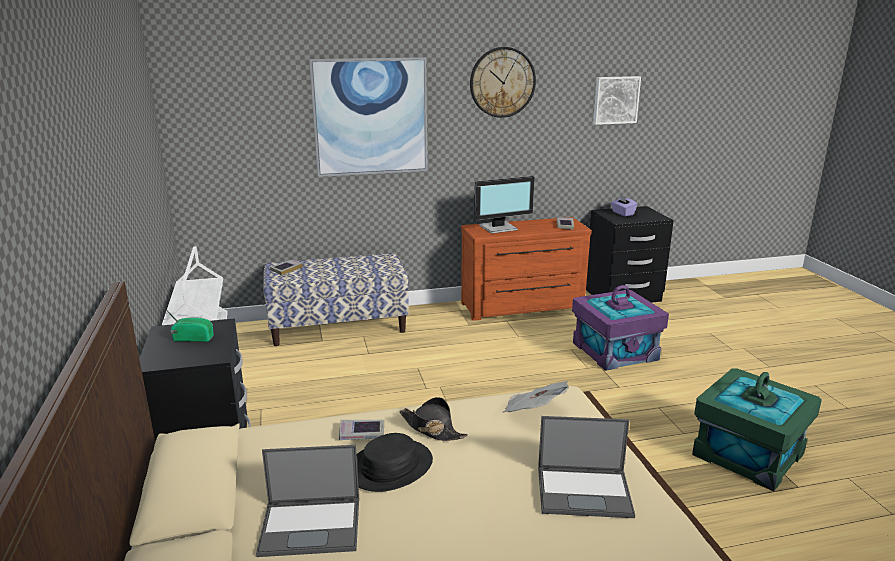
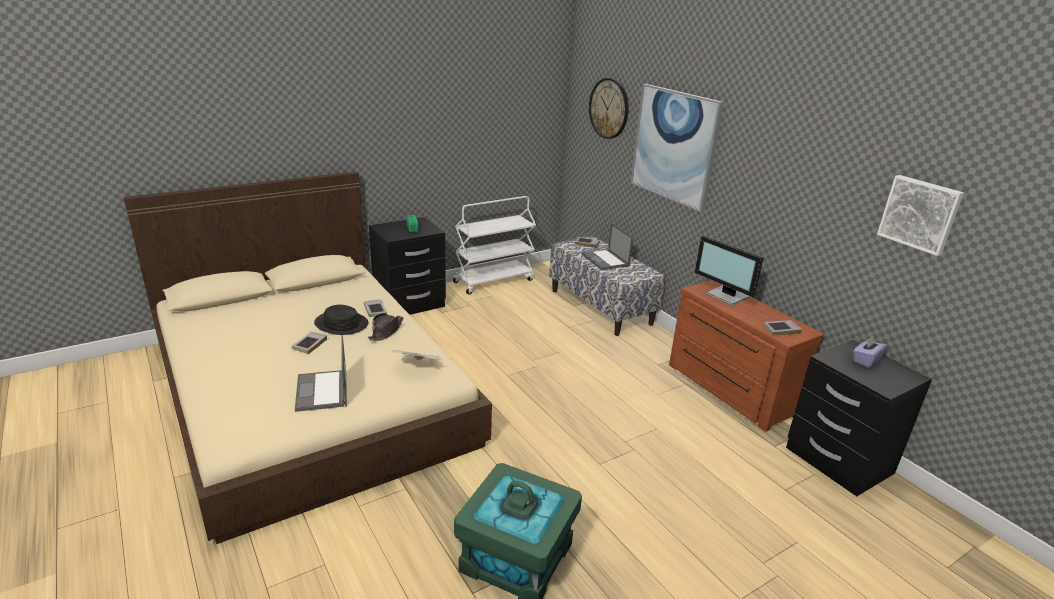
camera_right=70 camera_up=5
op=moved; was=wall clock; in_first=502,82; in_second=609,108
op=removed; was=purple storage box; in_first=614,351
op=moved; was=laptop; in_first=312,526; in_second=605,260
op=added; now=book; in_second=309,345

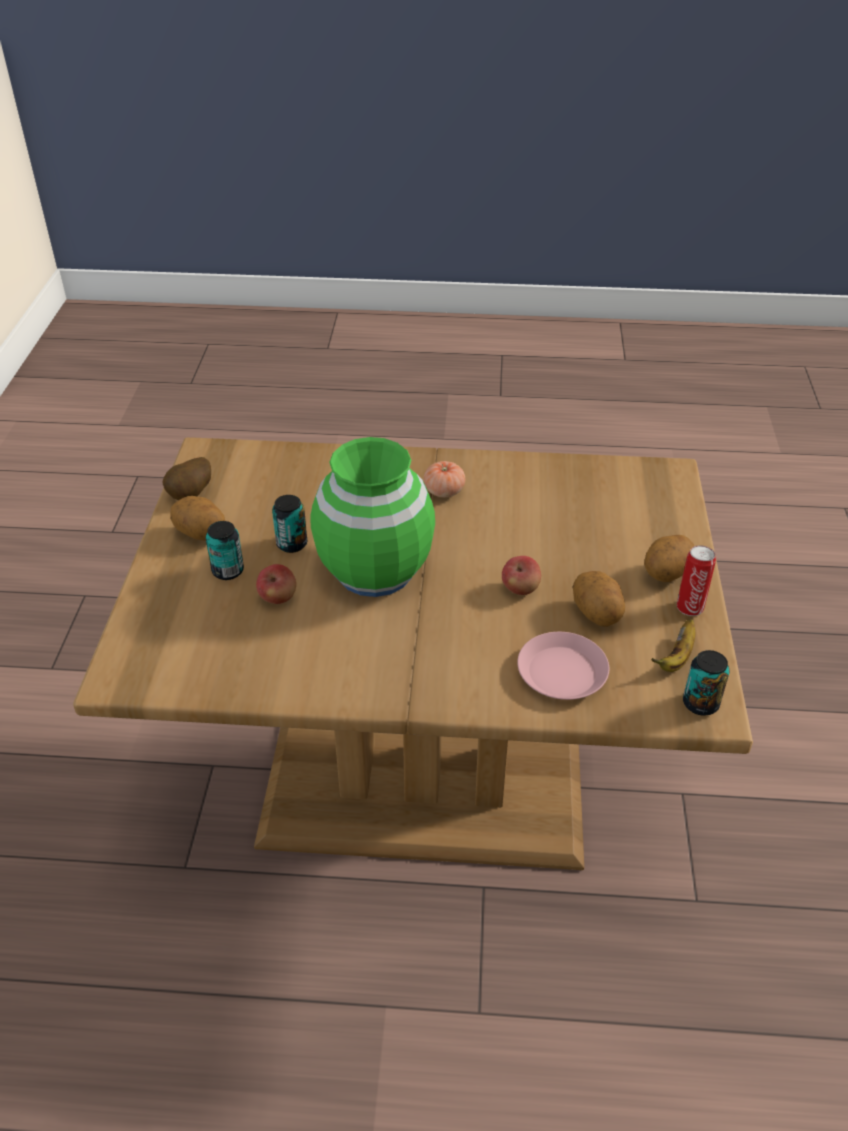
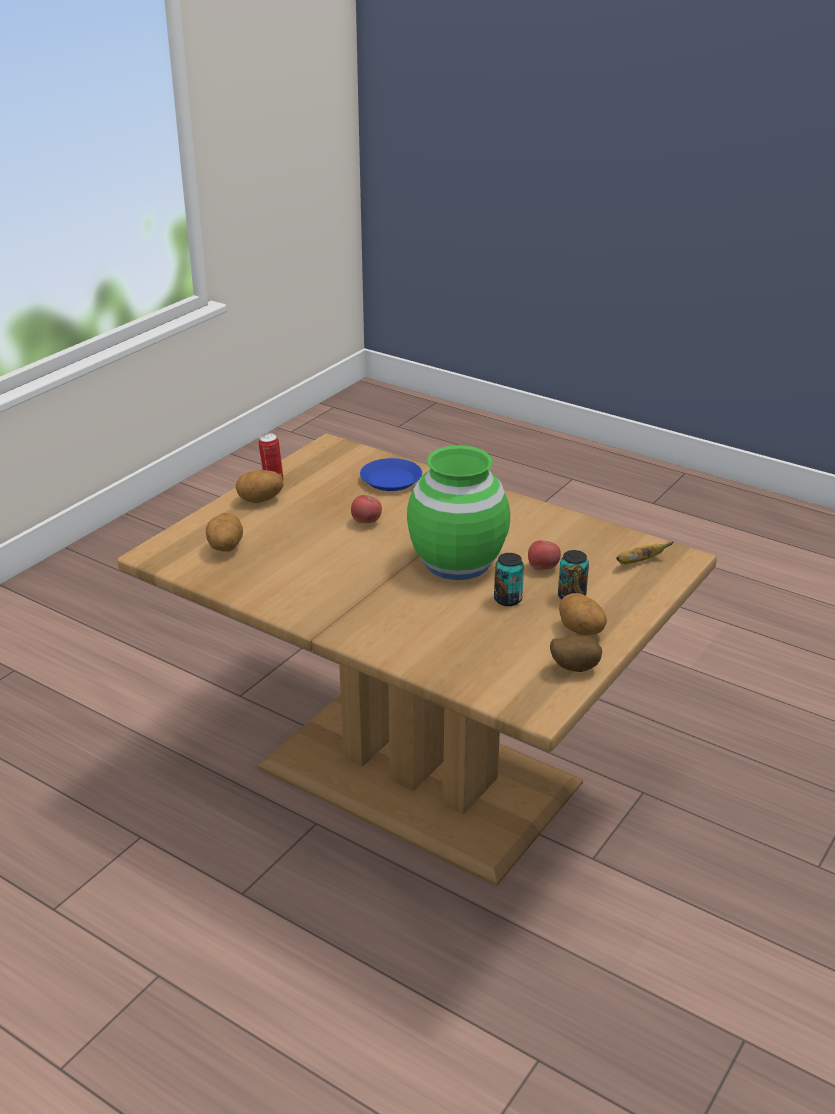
camera_right=-150 camera_up=-10
op=removed; was=tomato; in_first=444,491
op=moved; was=potato; in_first=597,614; in_second=225,548
op=moved; was=banana; in_first=676,658; in_second=639,562
op=recoloured; was=pink plate; now=blue plate; in_first=562,672; in_second=391,479
op=removed; was=can; in_first=700,703

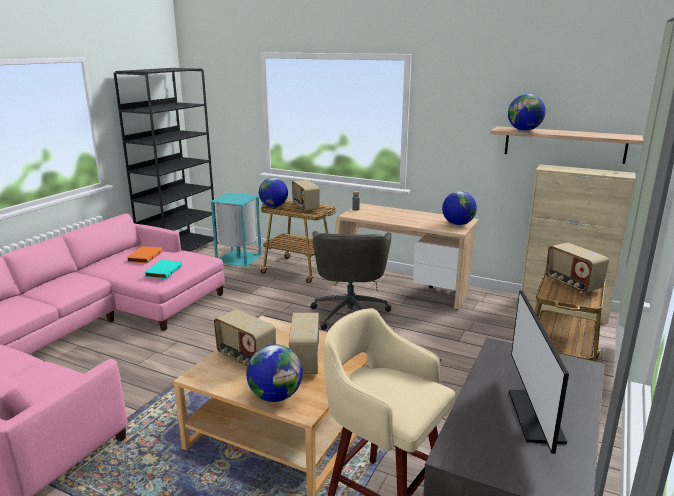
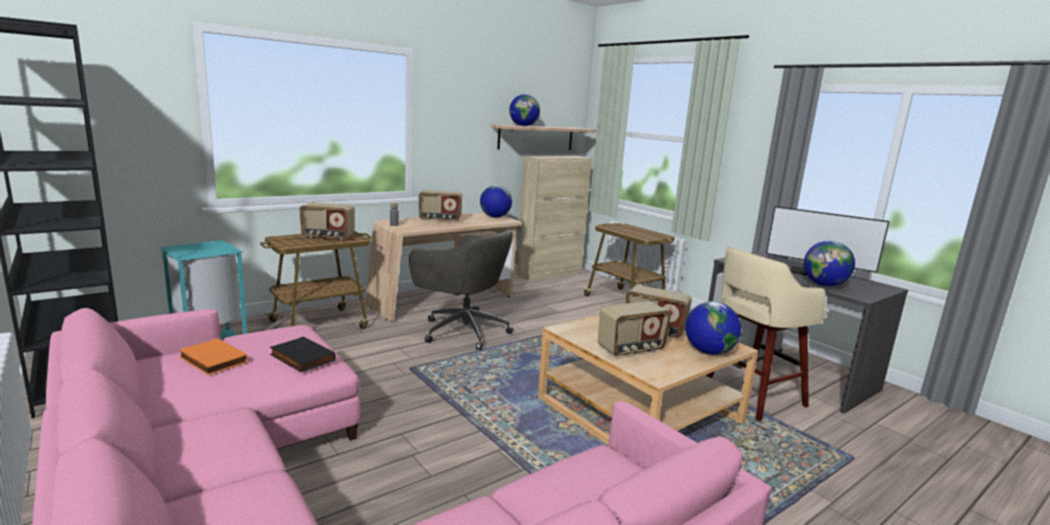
camera_right=-65 camera_up=-5
op=moved; was=globe; in_first=273,206; in_second=824,285
op=moved; was=radio; in_first=572,284; in_second=440,220
op=recoloured; was=turquoise book; now=black book; in_first=163,271; in_second=301,358

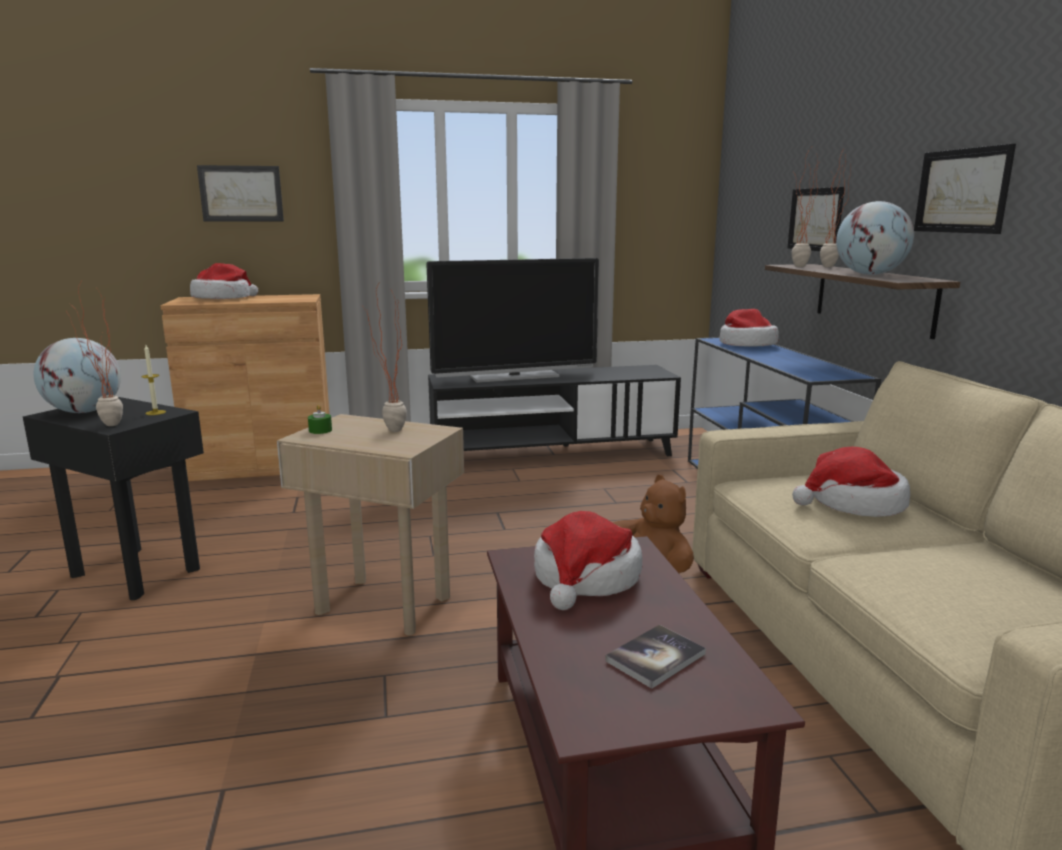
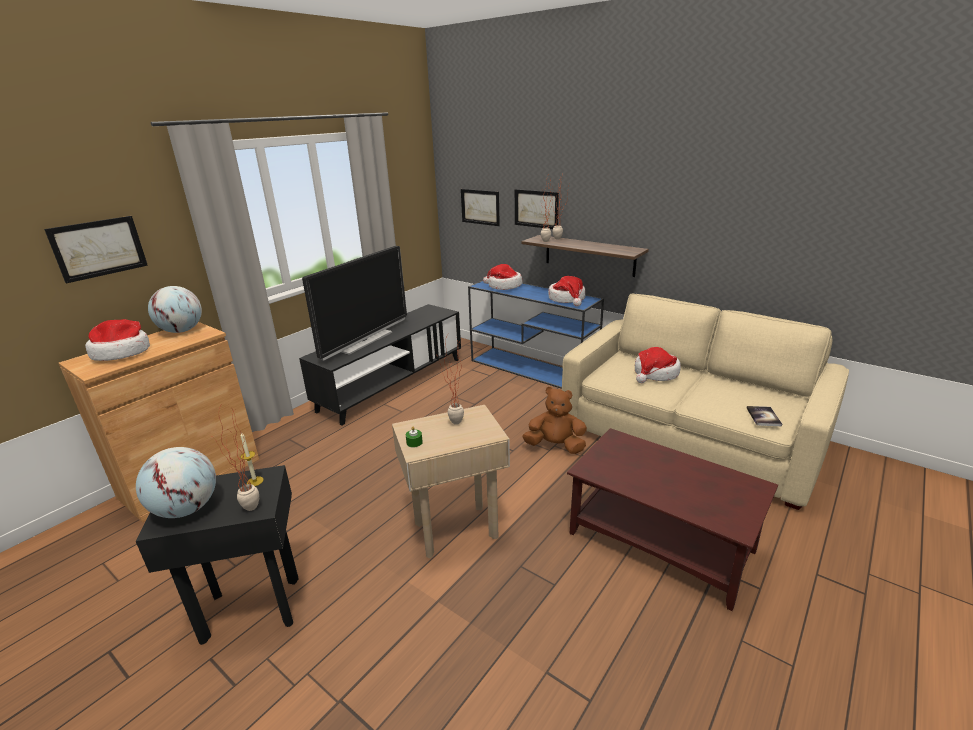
camera_right=-40 camera_up=10
op=moved; was=picture; in_first=962,191; in_second=480,207
op=moved; was=globe; in_first=870,274; in_second=182,331
op=moved; was=hat; in_first=586,578; in_second=567,299
op=moved; was=book; in_first=655,657; in_second=763,417

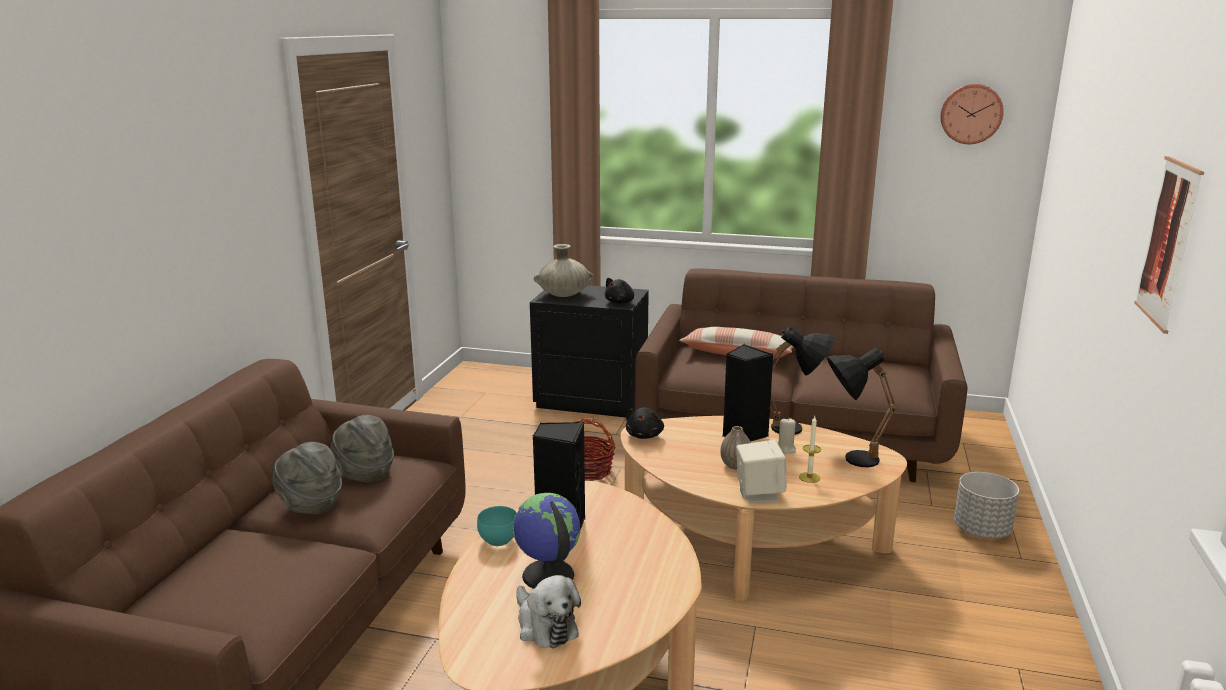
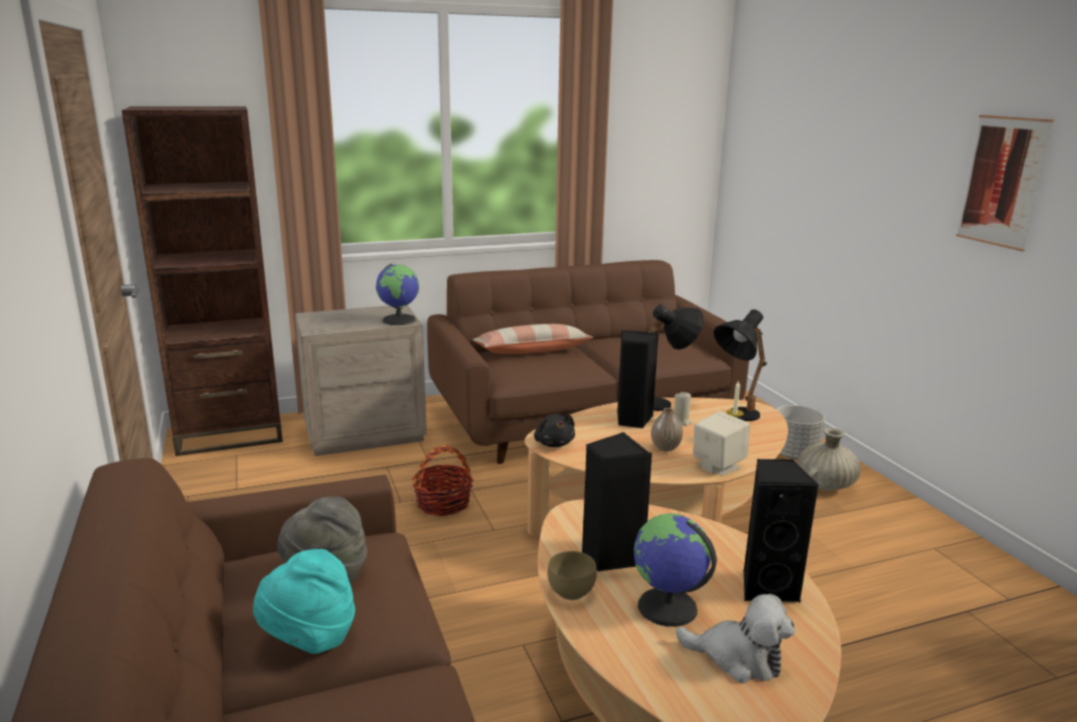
camera_right=-35 camera_up=0
op=removed; was=wall clock; in_first=971,114
op=moved; was=beige vase; in_first=564,295; in_second=825,485
op=replaced; was=black plush toy; now=globe; in_first=620,302; in_second=399,320
op=recoloured; was=black nightstand; now=beige nightstand; in_first=592,399; in_second=364,433
op=recoloured; was=grey hat; now=turquoise hat; in_first=310,504; in_second=309,638
op=recoloured; was=turquoise bowl; now=brown bowl; in_first=497,541; in_second=571,593
op=added; now=brown bookcase; in_second=230,435
op=added; now=black speaker; in_second=767,587

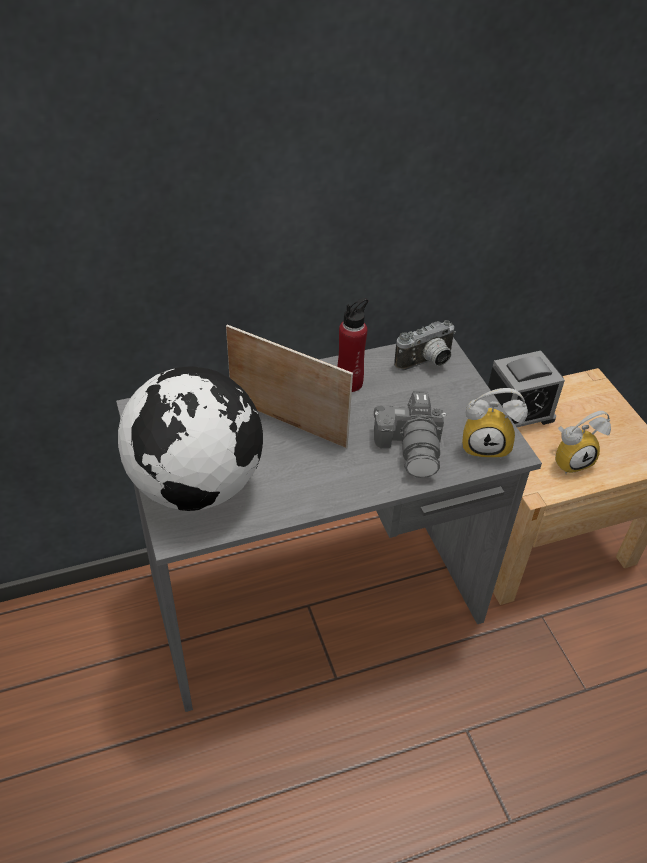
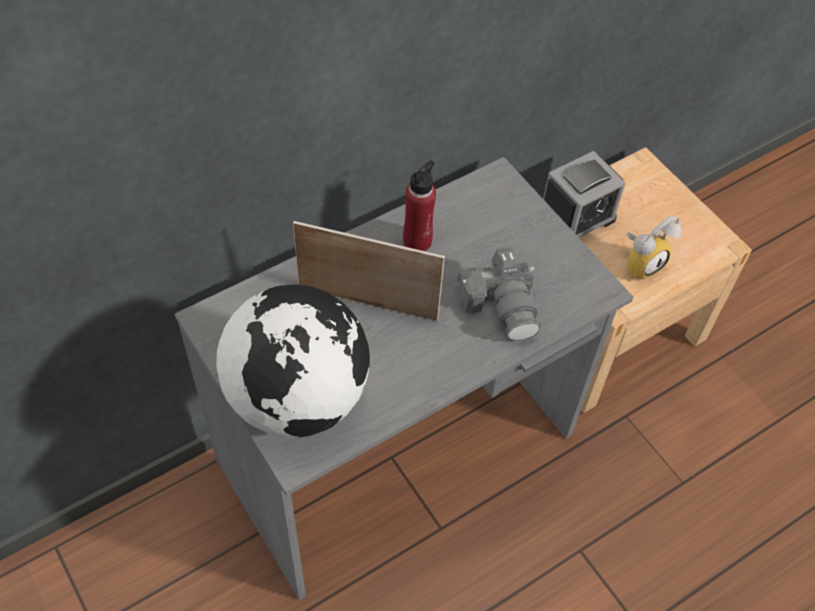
camera_right=-15 camera_up=10
op=removed; was=photo camera; in_first=427,363
op=removed; was=alarm clock; in_first=486,445

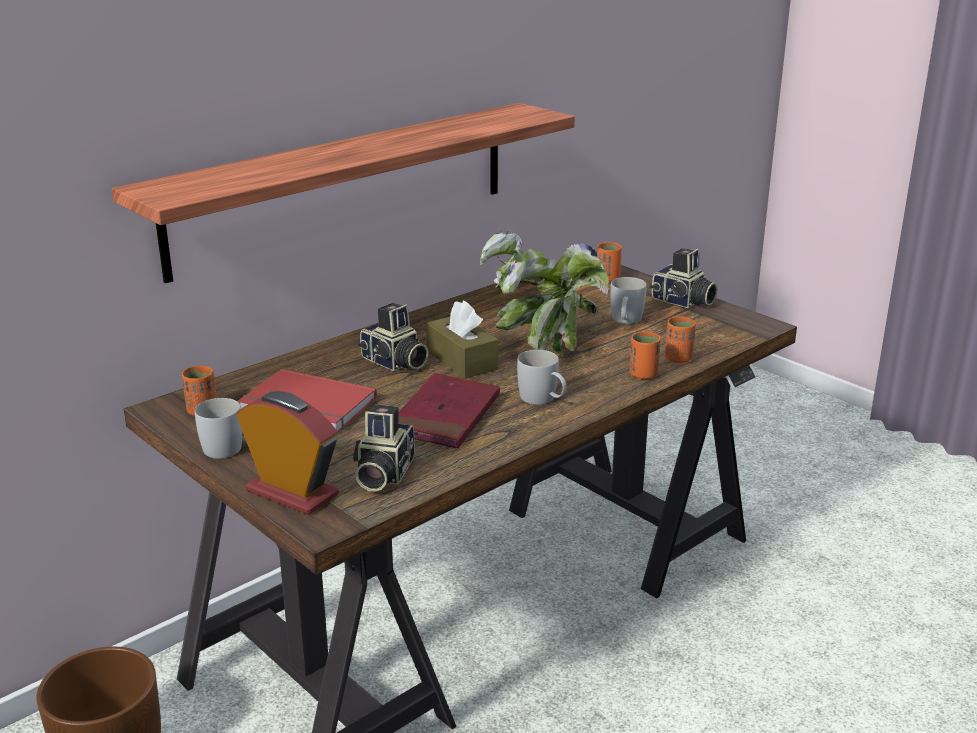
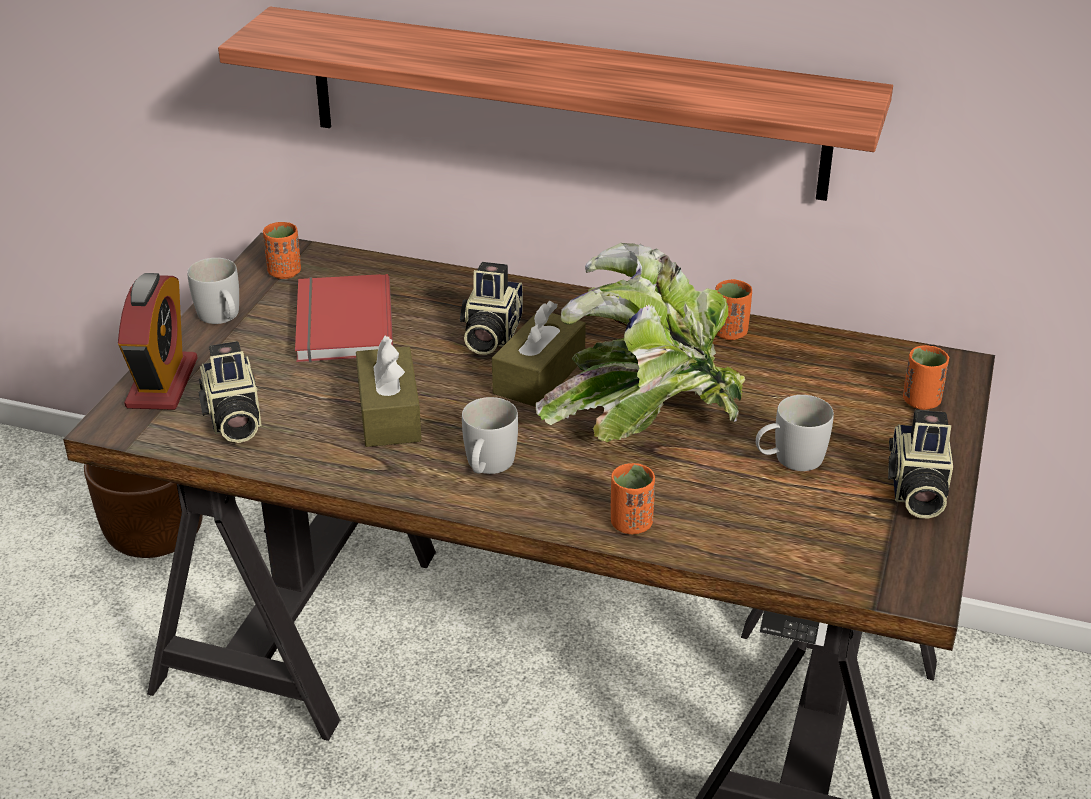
camera_right=60 camera_up=10
op=moved; was=orange cup; in_first=678,358; in_second=730,332
op=replaced; was=red book; now=brown tissue box; in_first=445,416; in_second=389,414
op=turned; was=photo camera; in_first=382,474; in_second=232,420; clockwise=-90

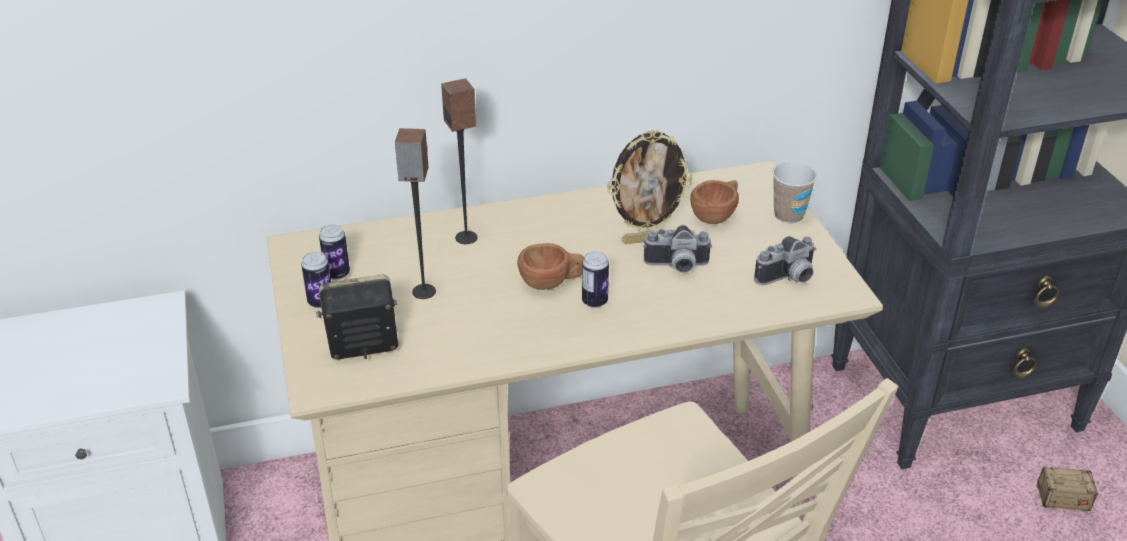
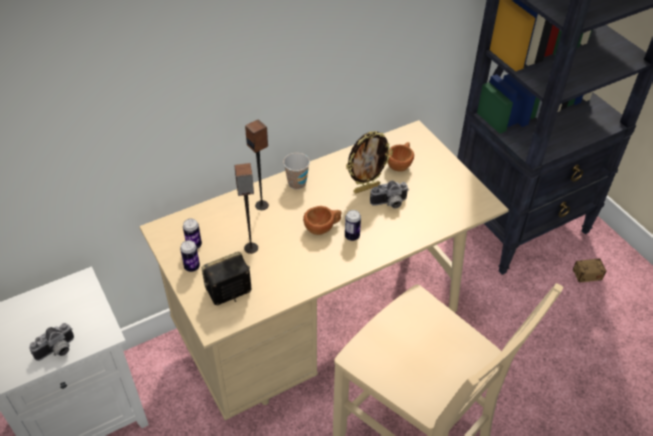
camera_right=-15 camera_up=10
op=moved; was=cup; in_first=788,215; in_second=297,183
op=moved; was=photo camera; in_first=788,279; in_second=57,351

